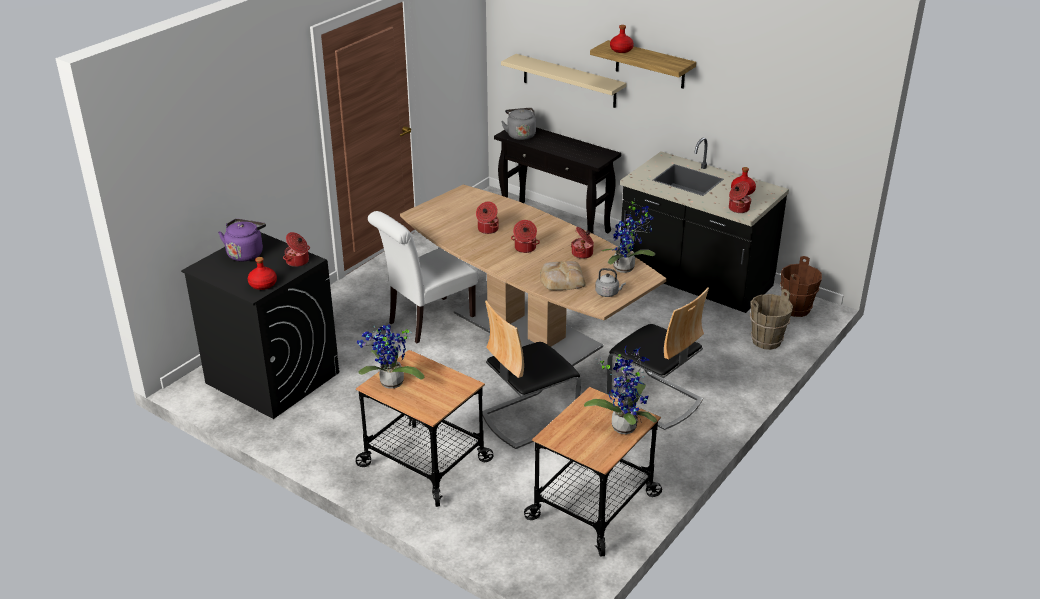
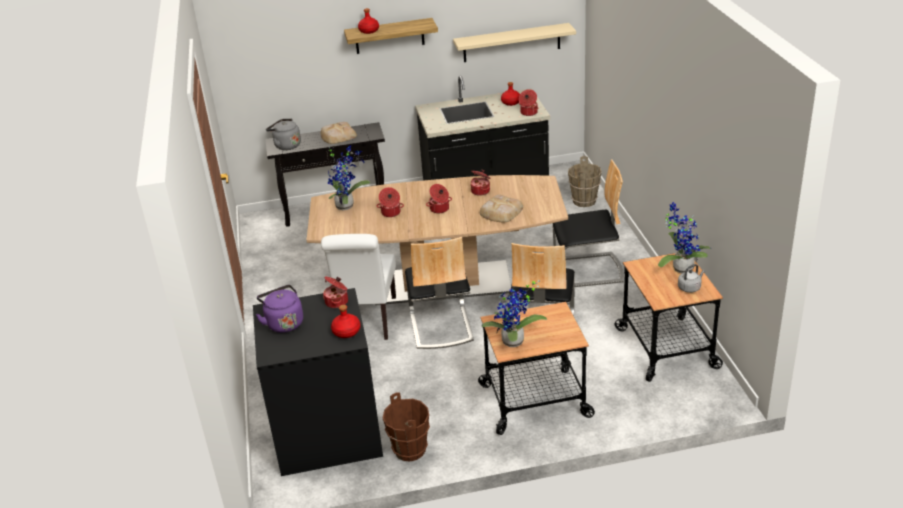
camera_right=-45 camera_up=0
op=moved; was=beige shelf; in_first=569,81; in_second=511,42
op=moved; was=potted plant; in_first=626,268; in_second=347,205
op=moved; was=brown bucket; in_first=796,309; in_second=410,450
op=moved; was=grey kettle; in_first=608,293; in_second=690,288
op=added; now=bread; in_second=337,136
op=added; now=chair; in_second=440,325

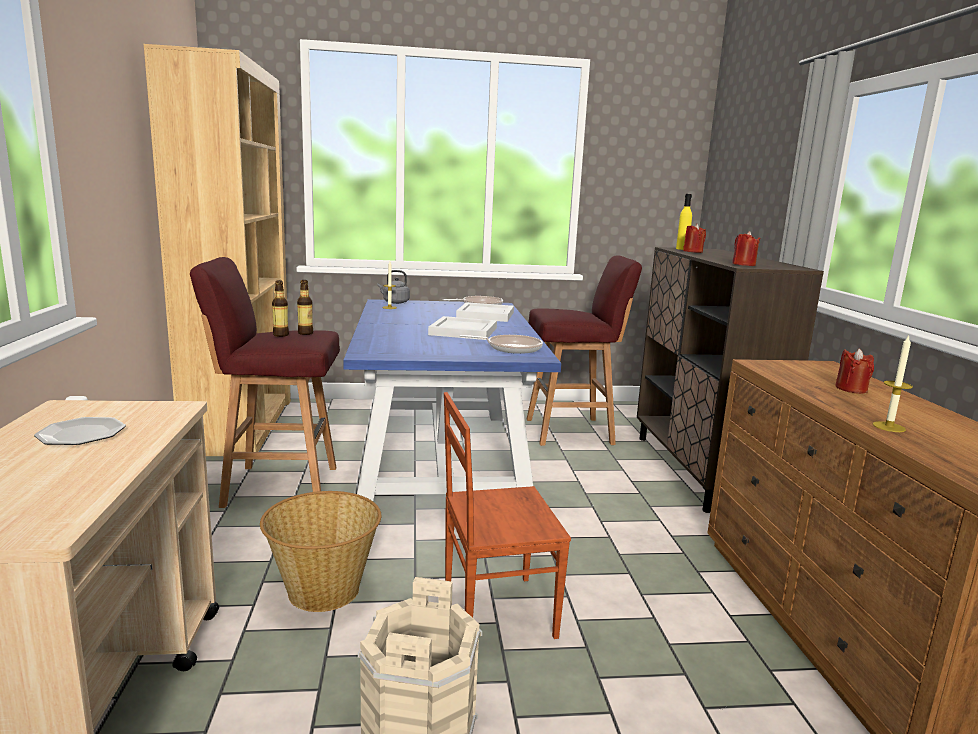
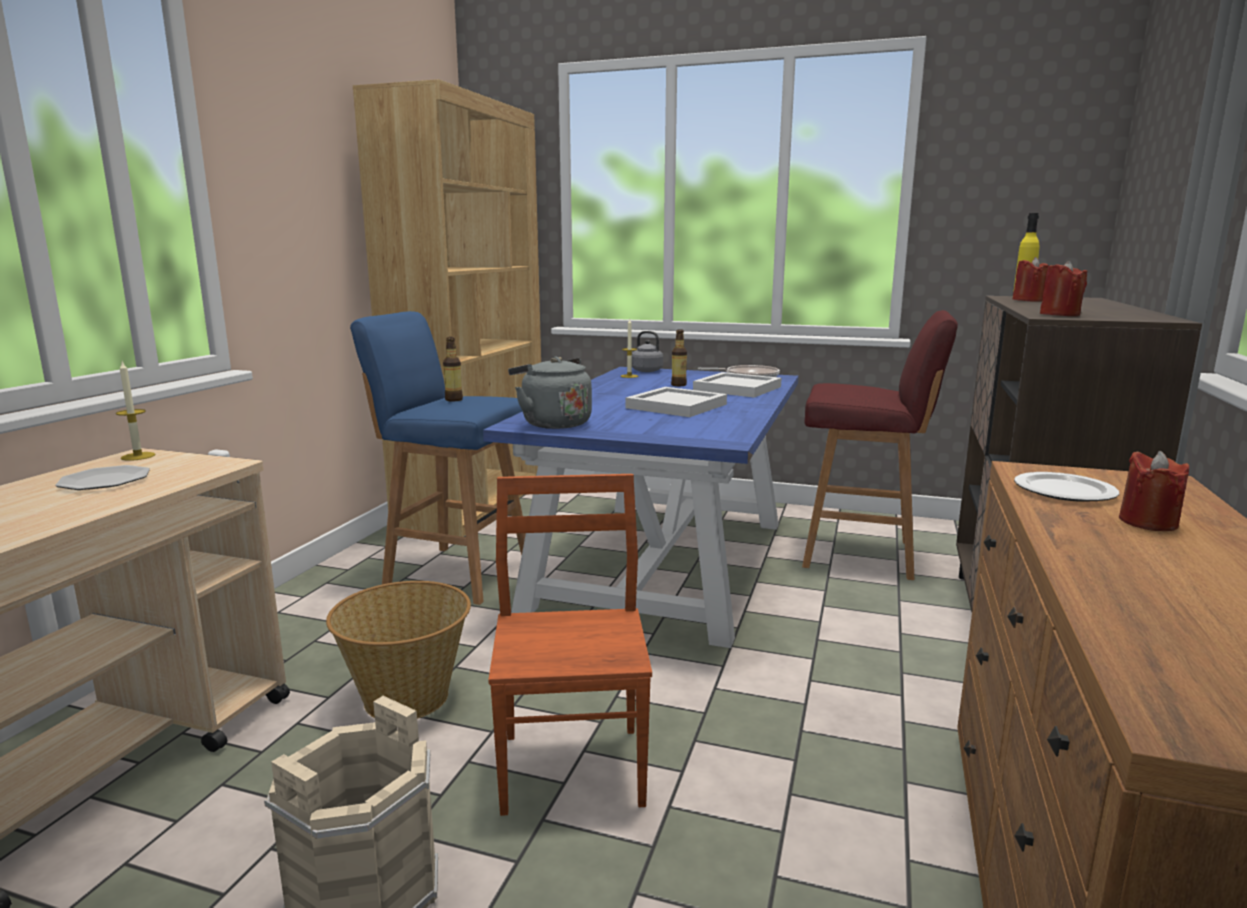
camera_right=25 camera_up=0
op=recoloured; was=red stool; now=blue stool; in_first=278,486; in_second=456,573
op=moved; was=bottle; in_first=305,333; in_second=678,385
op=removed; was=frying pan; in_first=511,348
op=moved; was=candle; in_first=889,427; in_second=138,456
op=turned; was=brown chair; in_first=495,610; in_second=574,767; clockwise=75
op=added; now=grey kettle; in_second=553,423
op=added; now=plate; in_second=1063,490

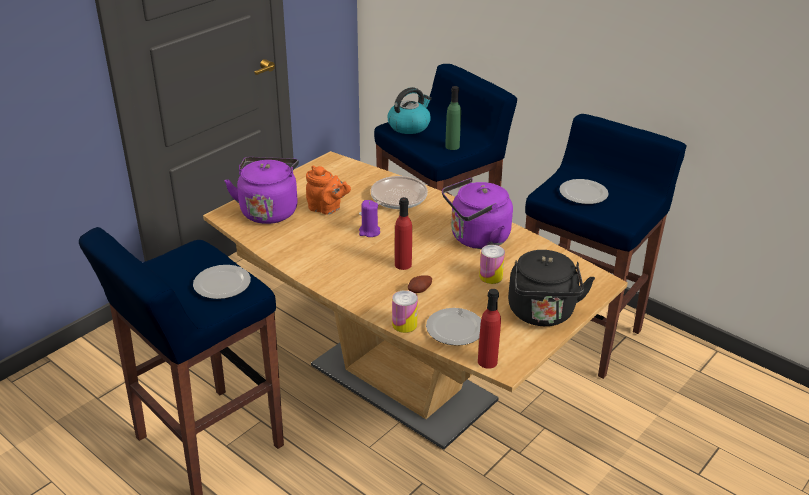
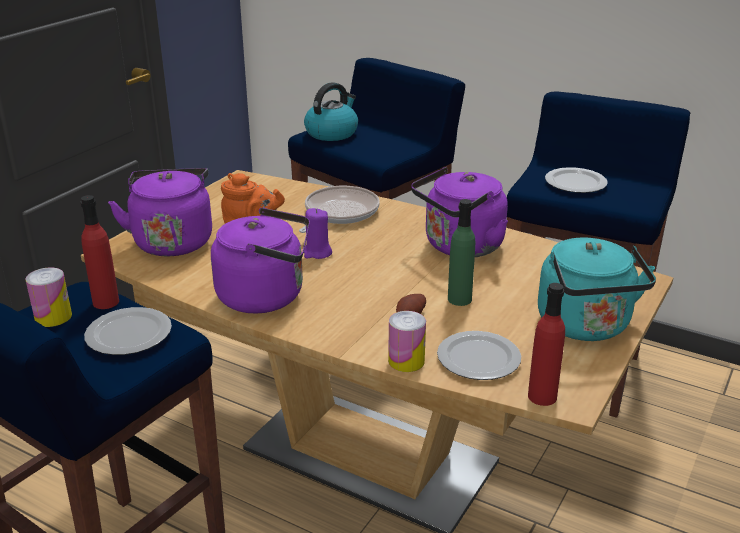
camera_right=-10 camera_up=-5
op=moved; was=green bottle; in_first=452,146; in_second=459,299
op=moved; was=red bottle; in_first=403,264; in_second=106,302
op=moved; was=can; in_first=490,276; in_second=53,317
op=recoloured; was=black kettle; now=turquoise kettle; in_first=542,314; in_second=586,326
op=added; now=purple kettle; in_second=266,296

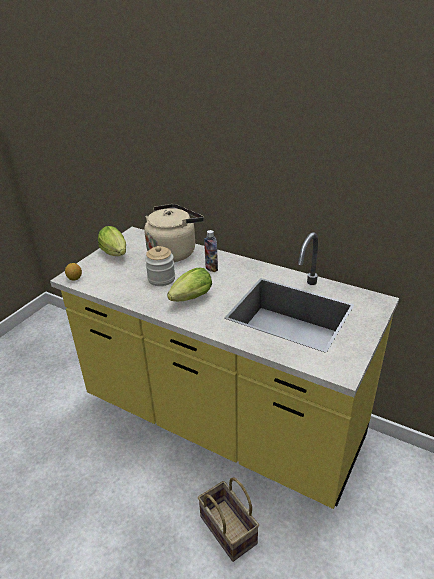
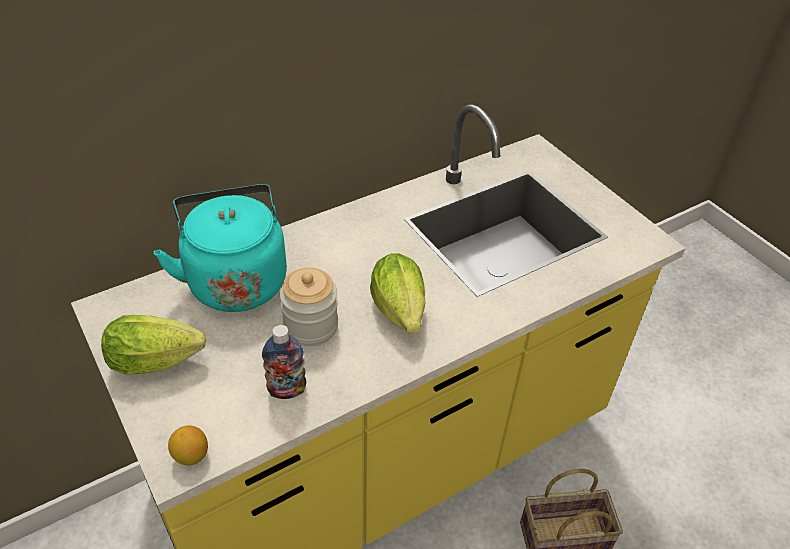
camera_right=-65 camera_up=10
op=recoloured; was=beige kettle; now=turquoise kettle; in_first=174,252; in_second=235,279
op=moved; was=bottle; in_first=211,268; in_second=287,390

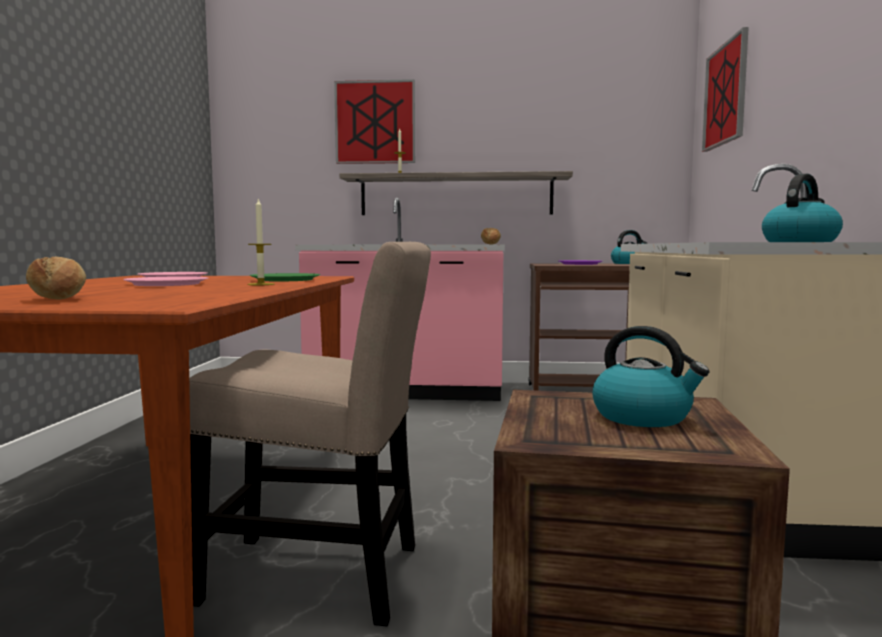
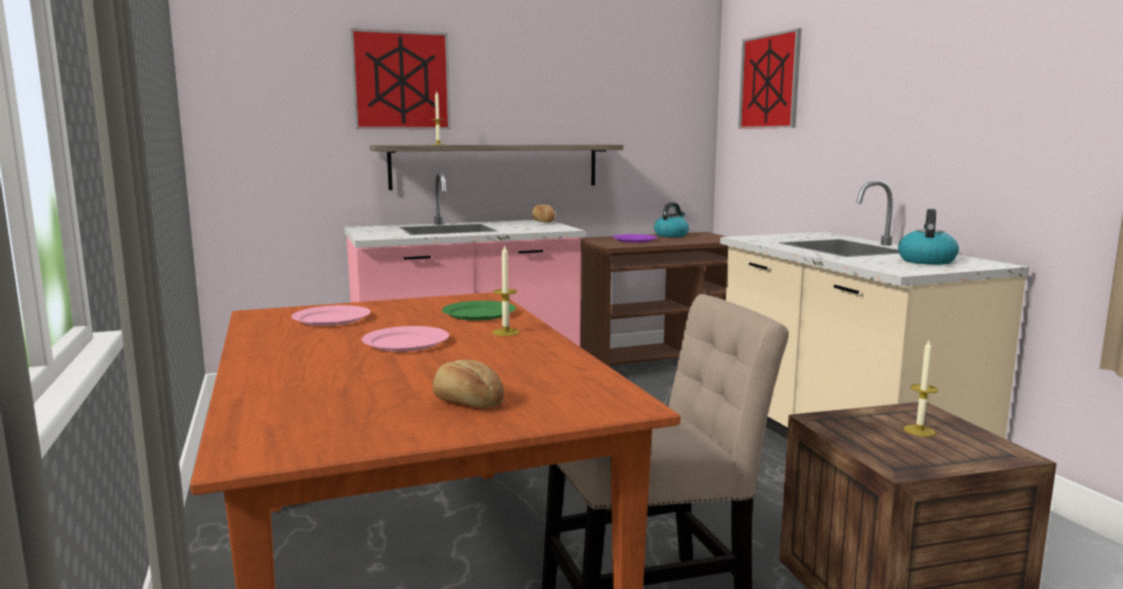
camera_right=-25 camera_up=5
op=replaced; was=kettle; now=candle; in_first=643,417; in_second=919,431

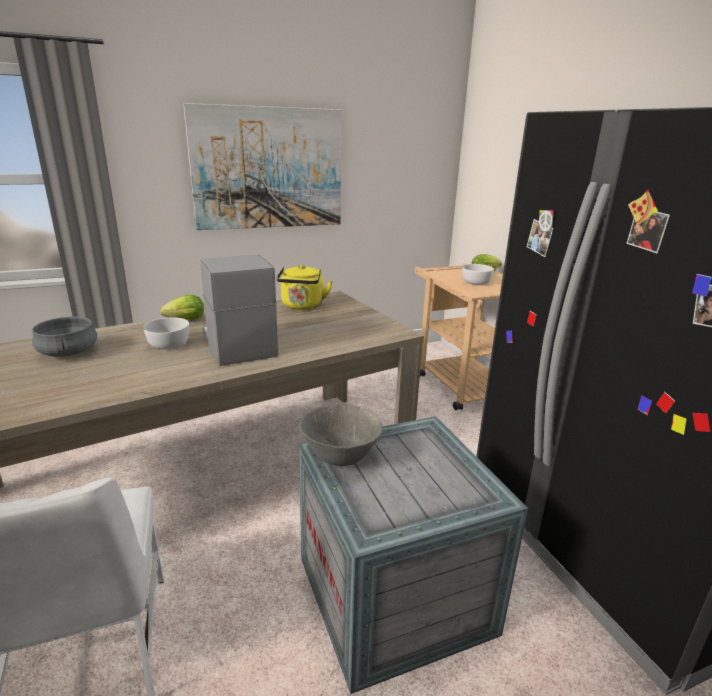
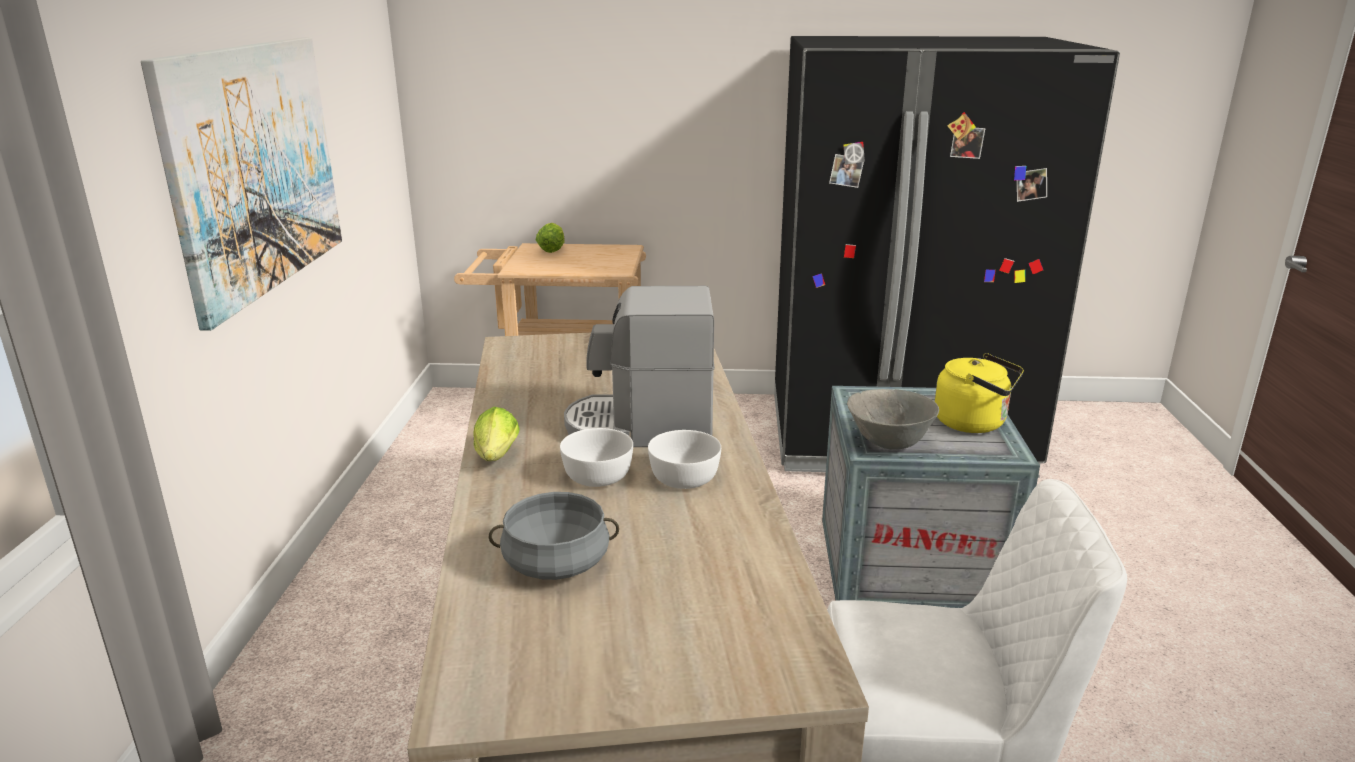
camera_right=-65 camera_up=0
op=moved; was=white bowl; in_first=476,282; in_second=685,478
op=moved; was=yellow kettle; in_first=302,306; in_second=974,423

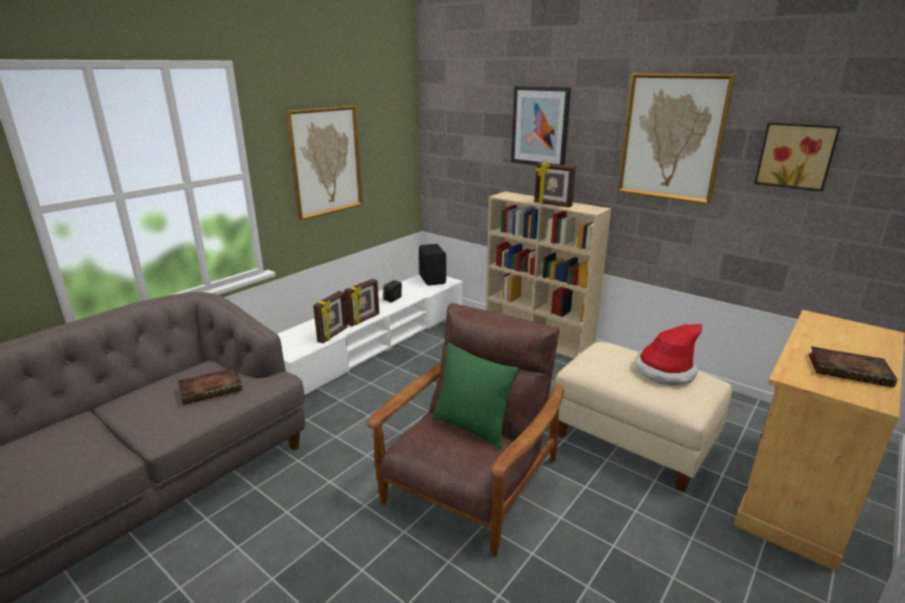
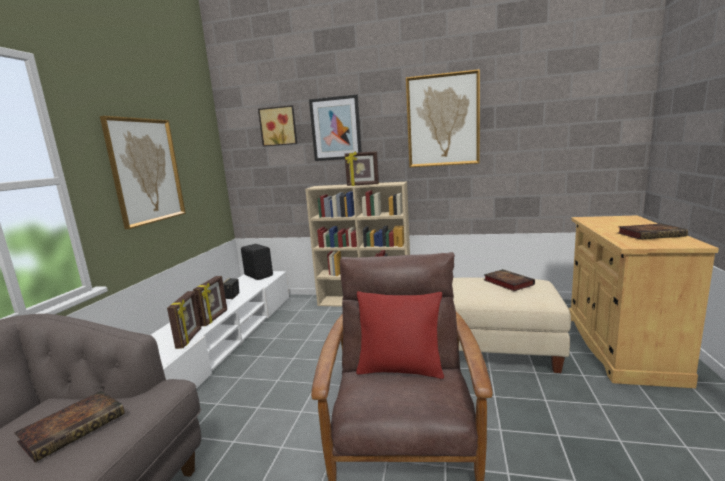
camera_right=-25 camera_up=-10
op=moved; was=picture; in_first=795,156; in_second=278,126
op=replaced; was=hat; now=book; in_first=664,371; in_second=507,282
op=recoloured; was=green pillow; now=red pillow; in_first=471,427; in_second=400,369

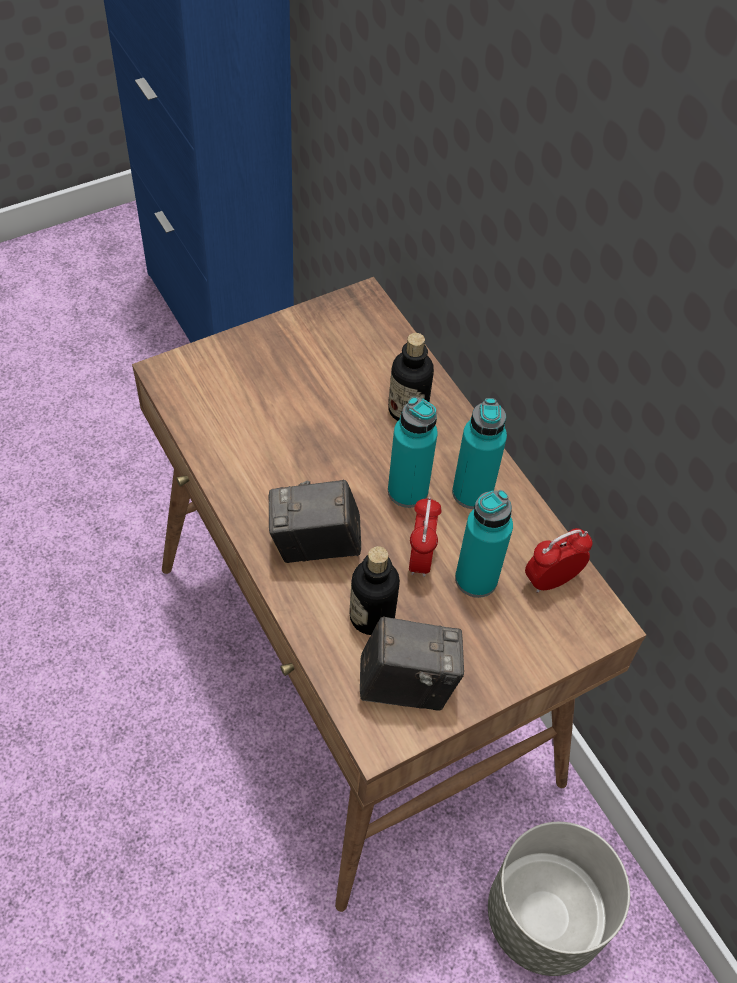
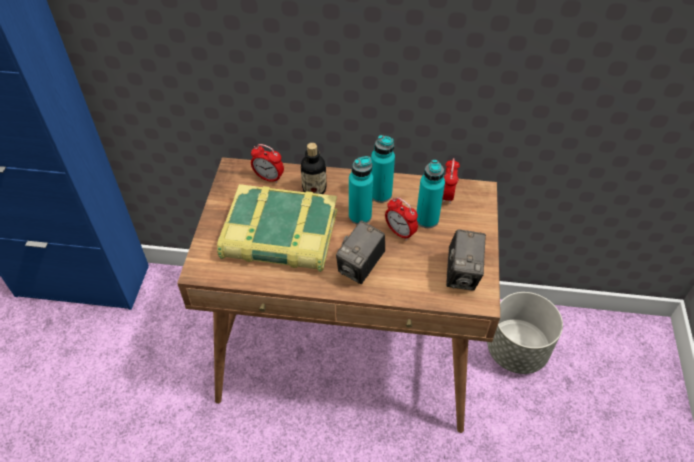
camera_right=-50 camera_up=-5
op=removed; was=bottle; in_first=372,616
op=turned; was=photo camera; in_first=407,684; in_second=462,275; clockwise=150
op=added; now=alarm clock; in_second=269,178
op=added; now=book; in_second=280,236

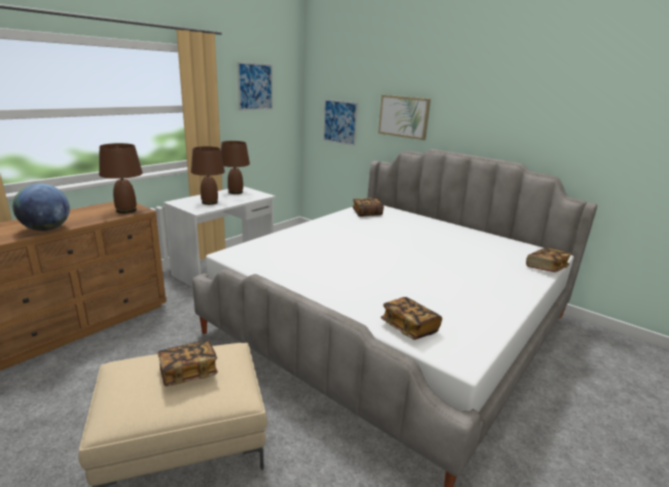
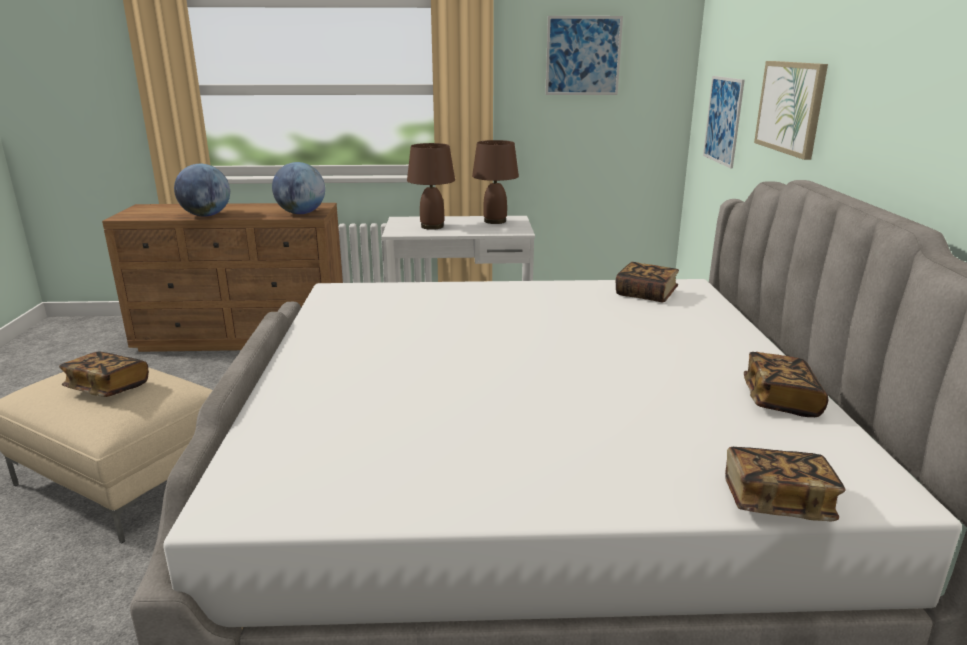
camera_right=50 camera_up=0
op=replaced; was=brown table lamp; now=globe; in_first=126,211; in_second=301,213
op=moved; was=book; in_first=409,328; in_second=780,400

